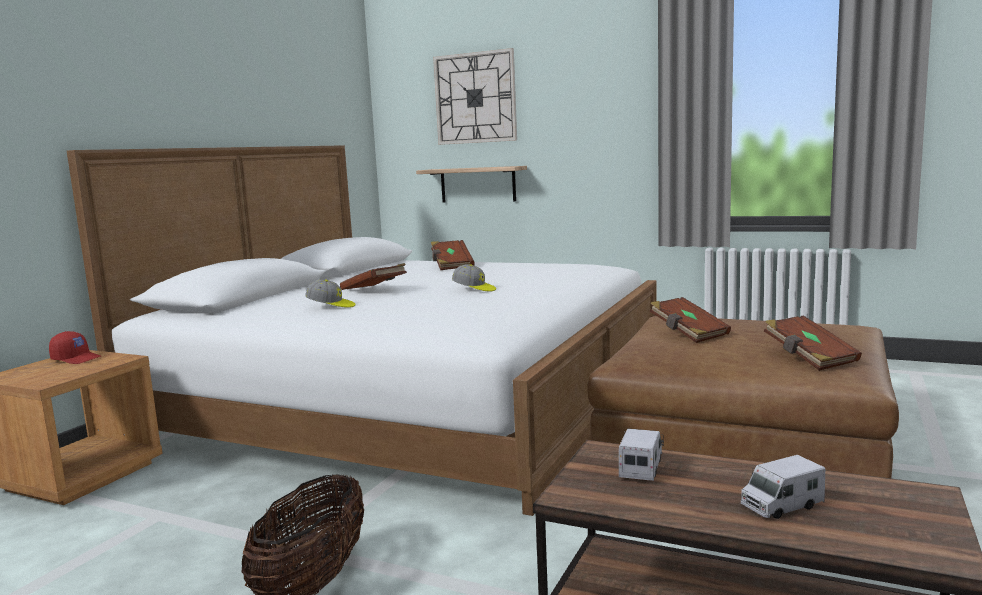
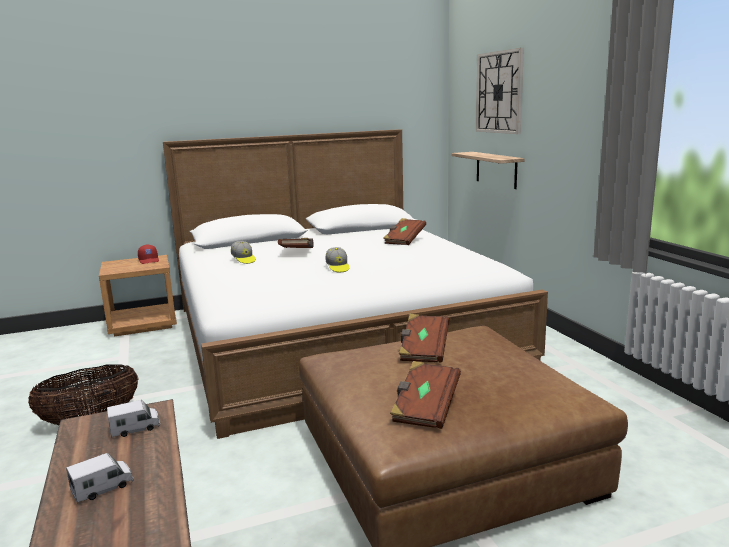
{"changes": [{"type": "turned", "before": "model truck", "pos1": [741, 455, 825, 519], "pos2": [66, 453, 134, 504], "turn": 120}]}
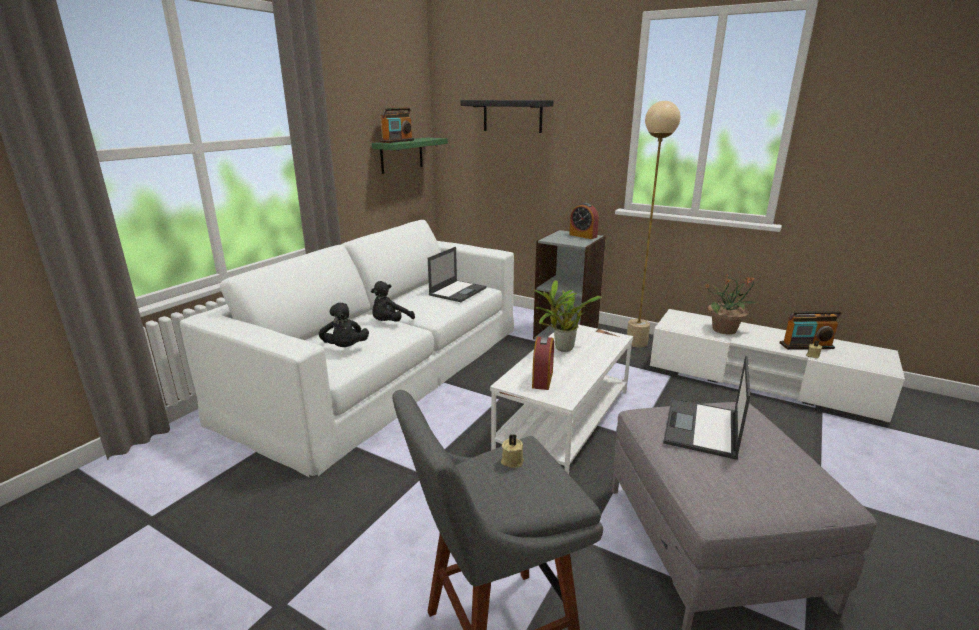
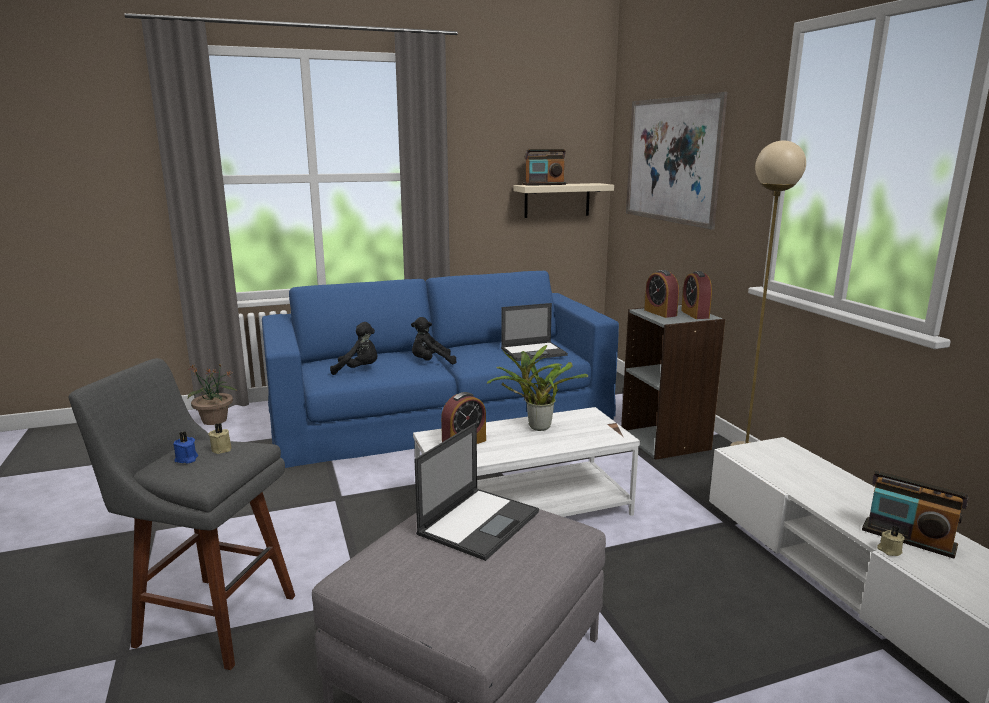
{"changes": [{"type": "added", "after": "wax candle (blue-coloured)", "pos2": [173, 432, 198, 464]}, {"type": "moved", "before": "plant in a pot", "pos1": [704, 275, 761, 334], "pos2": [188, 365, 237, 425]}, {"type": "recoloured", "before": "sofa (white-coloured)", "after": "sofa (blue-coloured)", "pos1": [180, 220, 514, 478], "pos2": [262, 271, 619, 468]}, {"type": "turned", "before": "cuddly toy (black)", "pos1": [319, 303, 369, 347], "pos2": [330, 322, 378, 375], "turn": -105}, {"type": "turned", "before": "portable computer", "pos1": [663, 356, 750, 460], "pos2": [414, 423, 539, 561], "turn": 150}, {"type": "recoloured", "before": "shelf (green-coloured)", "after": "shelf (beige)", "pos1": [372, 138, 448, 174], "pos2": [513, 183, 614, 218]}, {"type": "replaced", "before": "shelf (black)", "after": "wall art", "pos1": [461, 100, 553, 133], "pos2": [626, 92, 727, 230]}, {"type": "added", "after": "alarm clock", "pos2": [644, 270, 679, 318]}]}
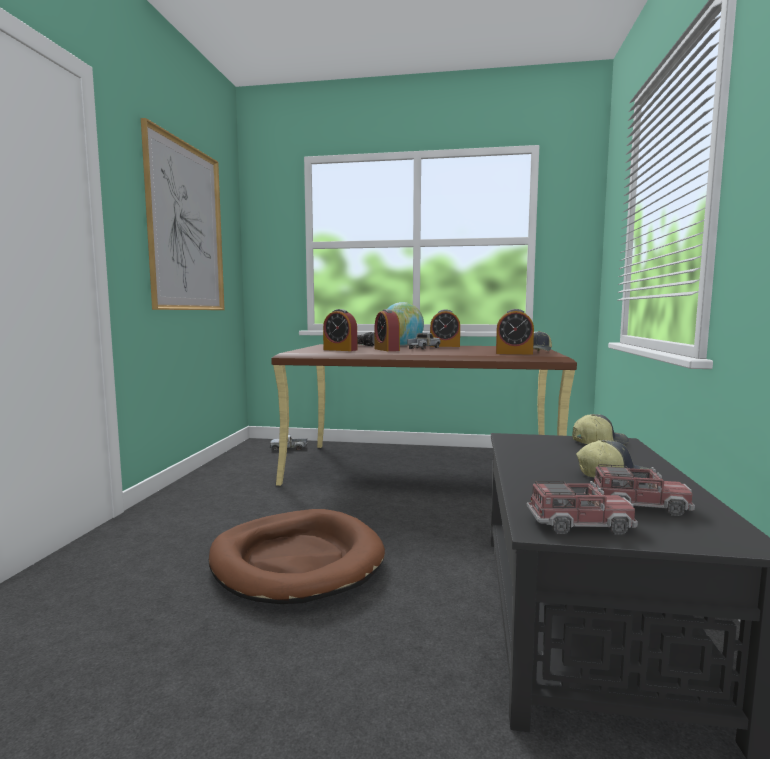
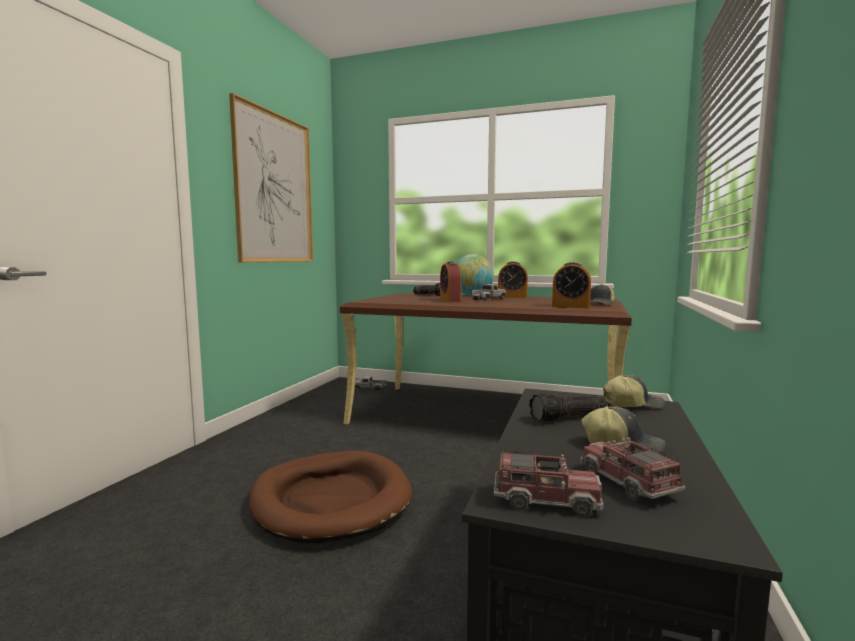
{"changes": [{"type": "added", "after": "torch", "pos2": [529, 393, 607, 422]}, {"type": "turned", "before": "model truck", "pos1": [592, 464, 695, 516], "pos2": [580, 438, 686, 501], "turn": -135}, {"type": "removed", "before": "alarm clock", "pos1": [323, 309, 357, 351]}]}
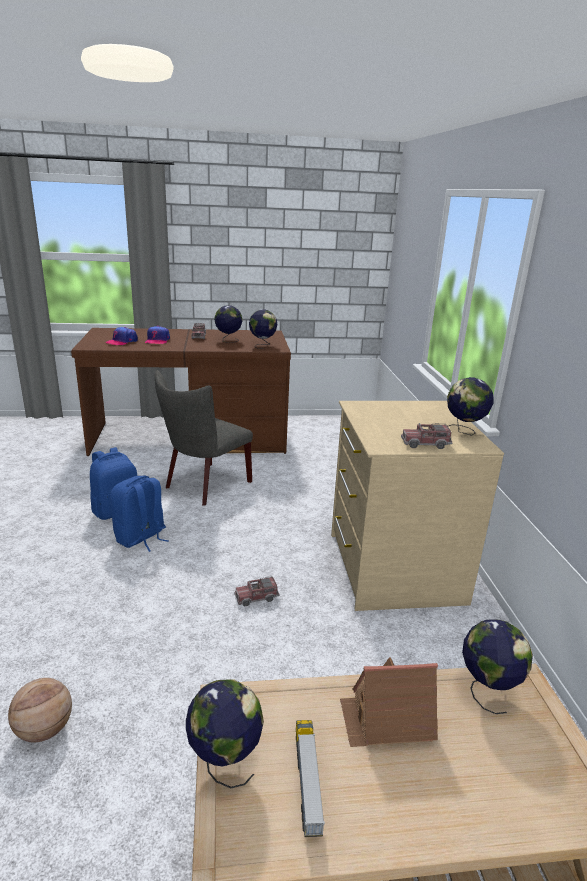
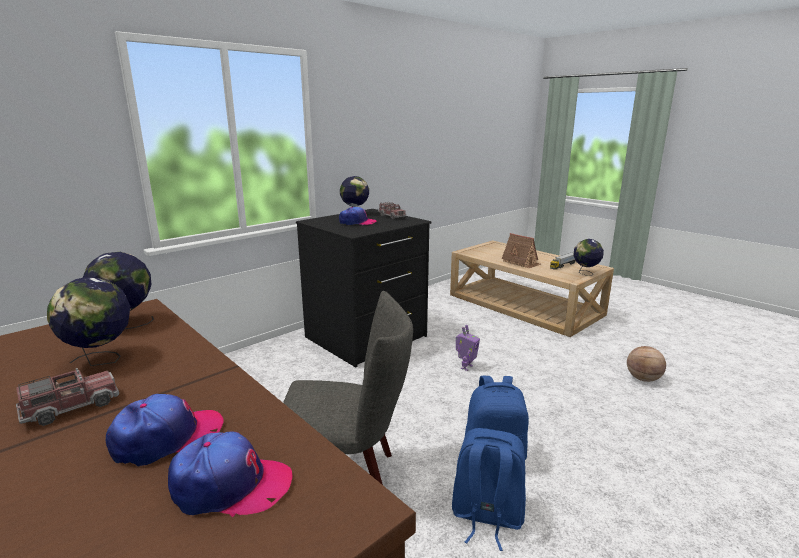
{"changes": [{"type": "recoloured", "before": "chest of drawers (beige)", "after": "chest of drawers (black)", "pos1": [331, 401, 504, 611], "pos2": [296, 209, 432, 367]}, {"type": "added", "after": "peaked cap", "pos2": [339, 207, 376, 225]}, {"type": "replaced", "before": "model truck", "after": "toy robot", "pos1": [234, 576, 280, 606], "pos2": [456, 325, 480, 371]}, {"type": "removed", "before": "globe", "pos1": [462, 619, 533, 714]}]}
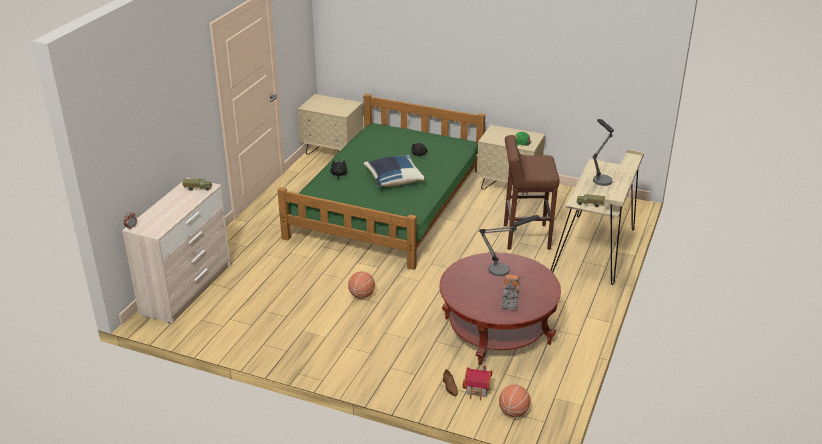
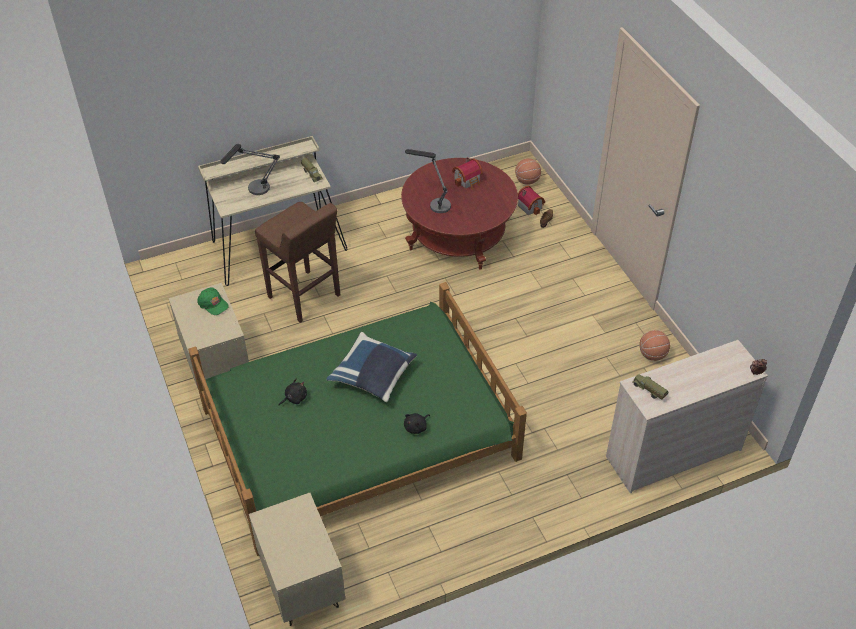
{"changes": [{"type": "replaced", "before": "model truck", "after": "model house", "pos1": [501, 275, 519, 310], "pos2": [452, 157, 483, 190]}, {"type": "moved", "before": "basketball", "pos1": [348, 271, 375, 299], "pos2": [639, 330, 670, 361]}]}
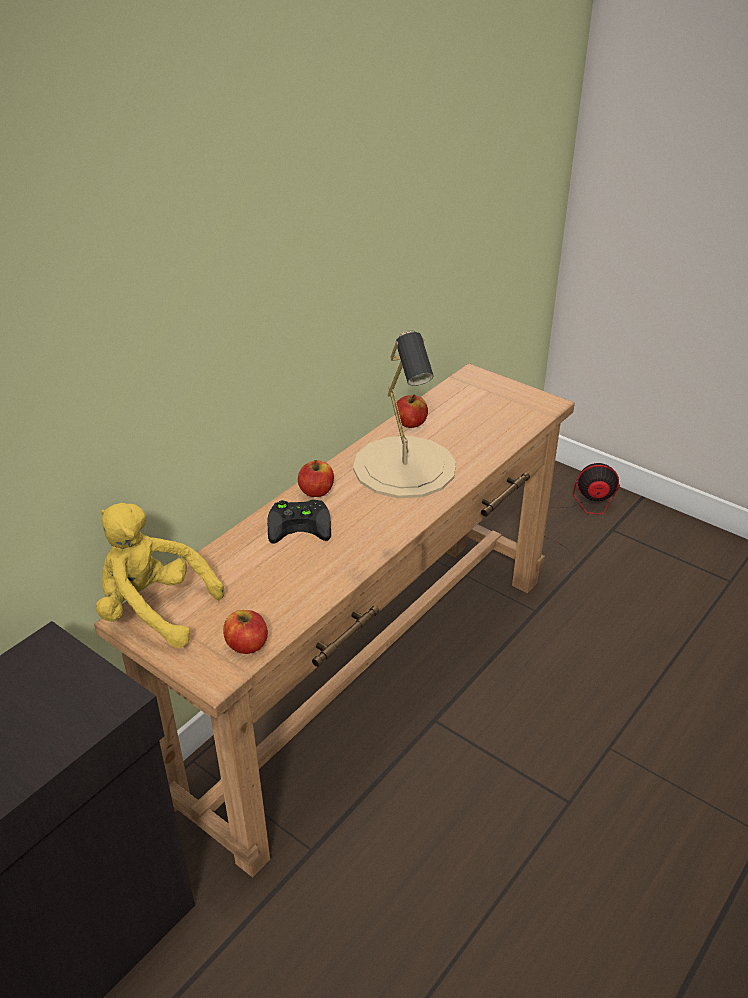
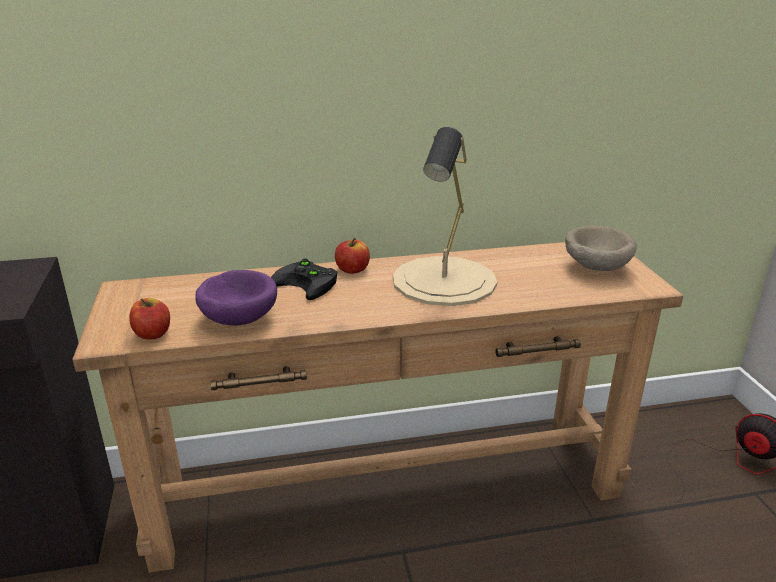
{"changes": [{"type": "added", "after": "serving bowl (purplish)", "pos2": [195, 270, 277, 326]}, {"type": "added", "after": "serving bowl (beige)", "pos2": [565, 226, 637, 271]}, {"type": "removed", "before": "cuddly toy (yellow-coloured)", "pos1": [96, 503, 224, 648]}, {"type": "removed", "before": "whole apple", "pos1": [395, 394, 428, 428]}]}
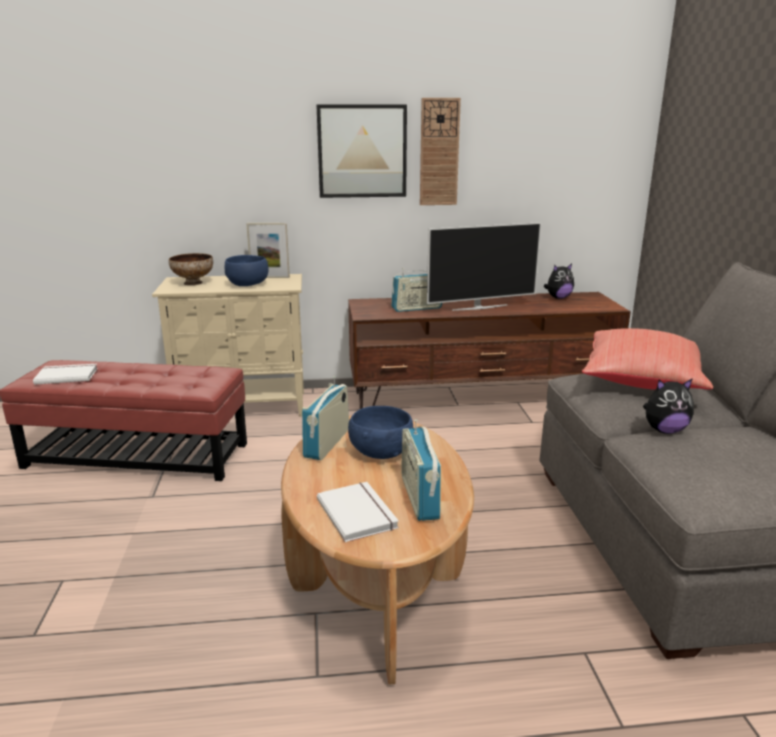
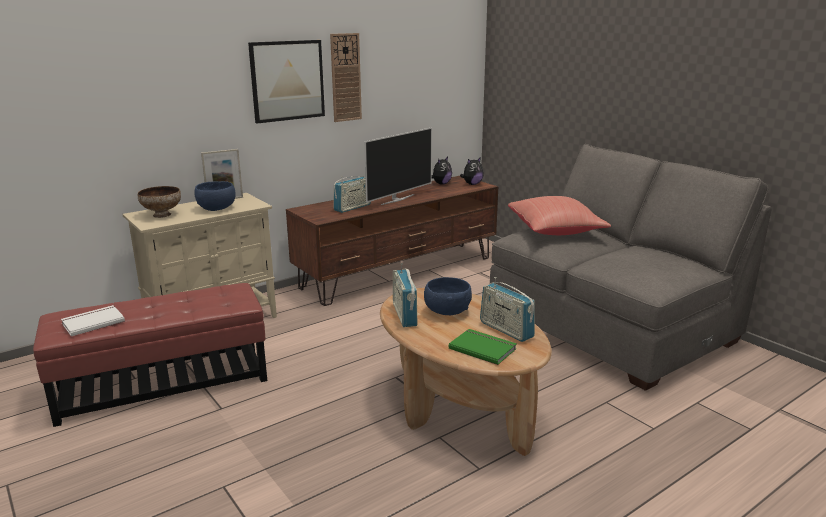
{"changes": [{"type": "recoloured", "before": "book (white-coloured)", "after": "book (green-coloured)", "pos1": [317, 482, 399, 542], "pos2": [449, 329, 517, 365]}, {"type": "moved", "before": "cuddly toy", "pos1": [643, 378, 694, 434], "pos2": [460, 157, 484, 185]}]}
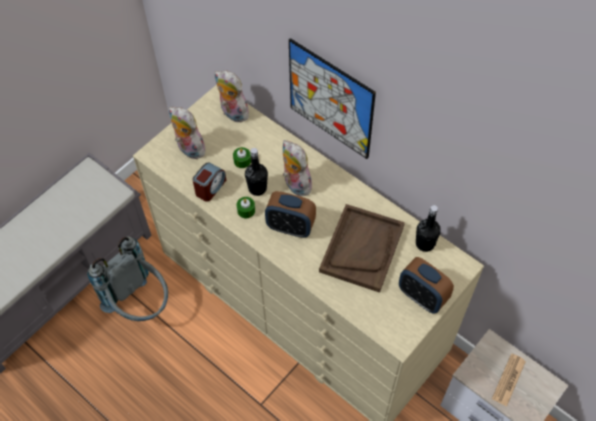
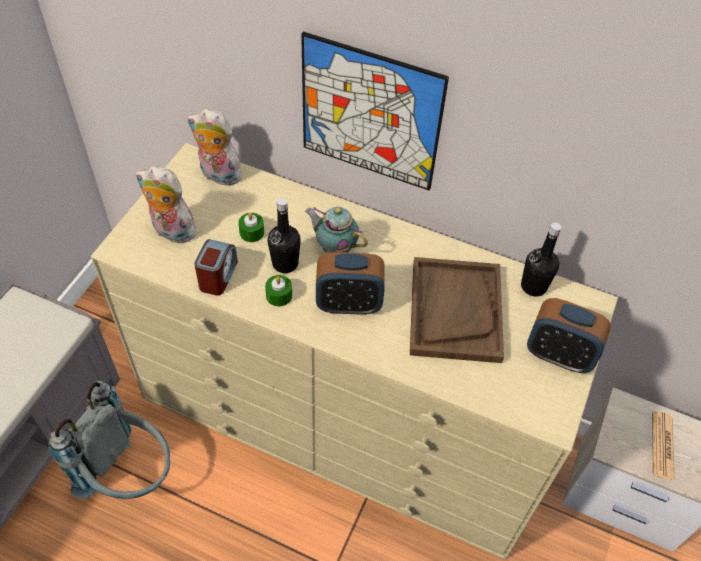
{"changes": [{"type": "replaced", "before": "cuddly toy", "after": "tea pot", "pos1": [283, 140, 315, 197], "pos2": [305, 207, 368, 253]}]}
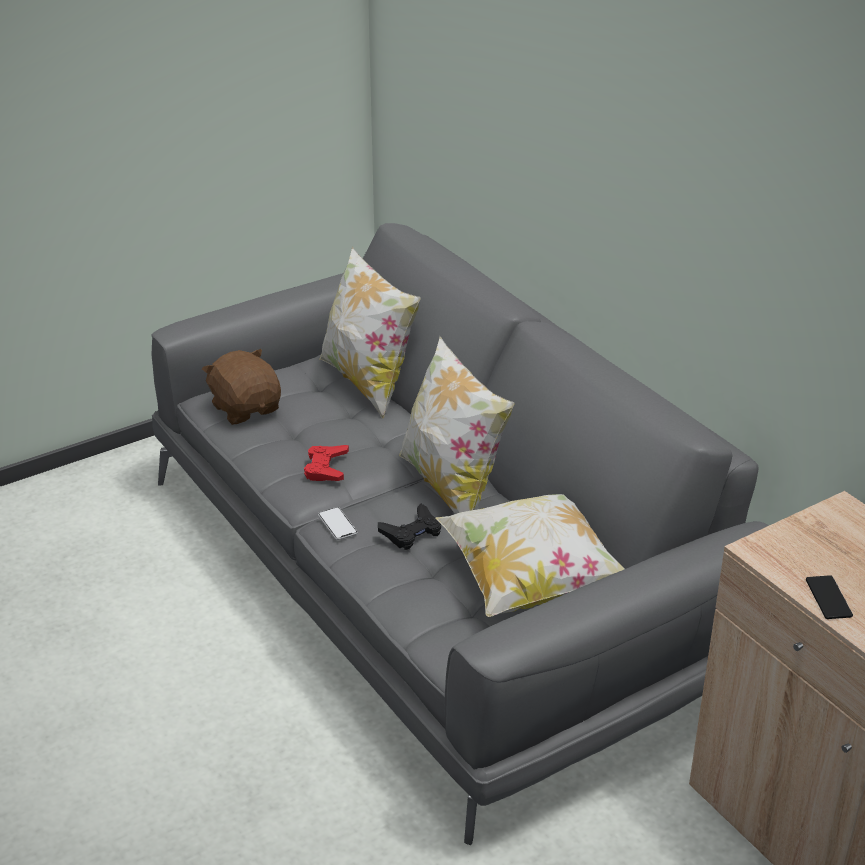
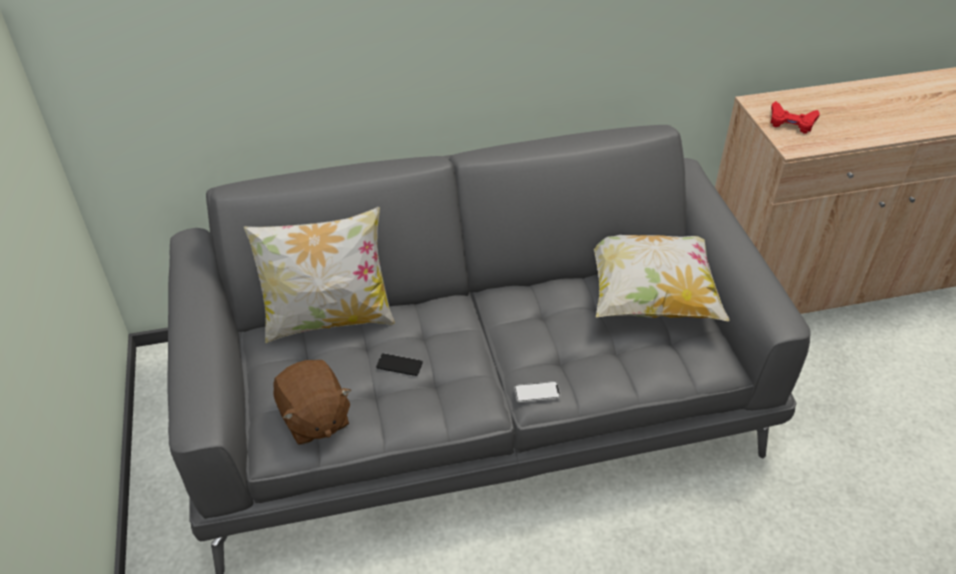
{"changes": [{"type": "turned", "before": "cuddly toy (brown)", "pos1": [202, 349, 281, 425], "pos2": [273, 360, 352, 445], "turn": -105}, {"type": "moved", "before": "telephone", "pos1": [806, 575, 853, 619], "pos2": [376, 353, 423, 376]}, {"type": "moved", "before": "joypad (red)", "pos1": [304, 445, 349, 481], "pos2": [770, 101, 820, 133]}, {"type": "removed", "before": "joypad (black)", "pos1": [378, 504, 441, 550]}, {"type": "removed", "before": "throw pillow", "pos1": [399, 336, 514, 514]}]}
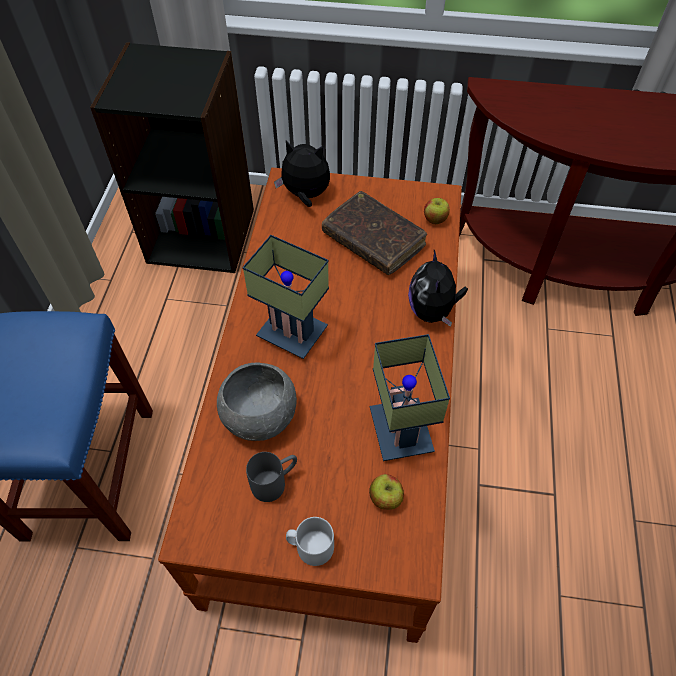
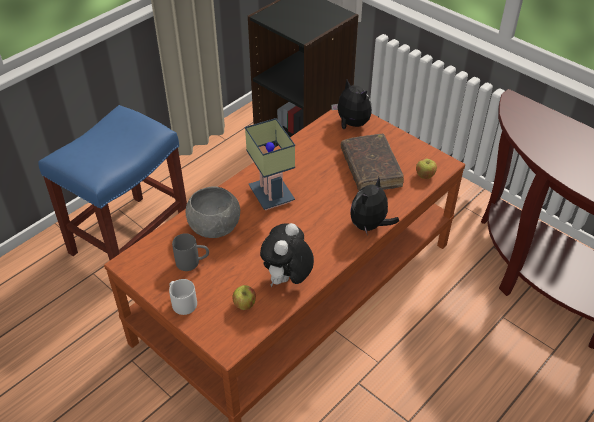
{"changes": [{"type": "replaced", "before": "tabletop lamp", "after": "cuddly toy", "pos1": [370, 334, 450, 461], "pos2": [260, 223, 314, 287]}]}
